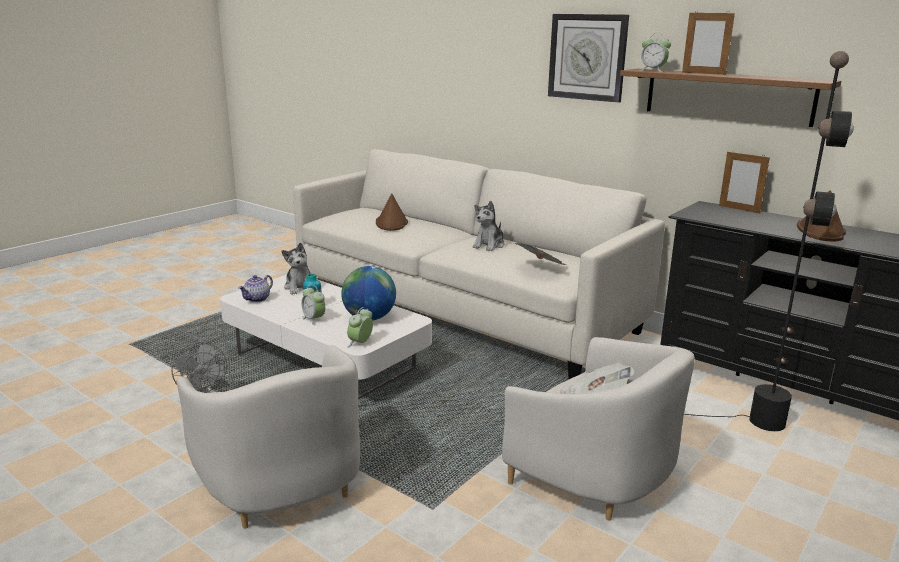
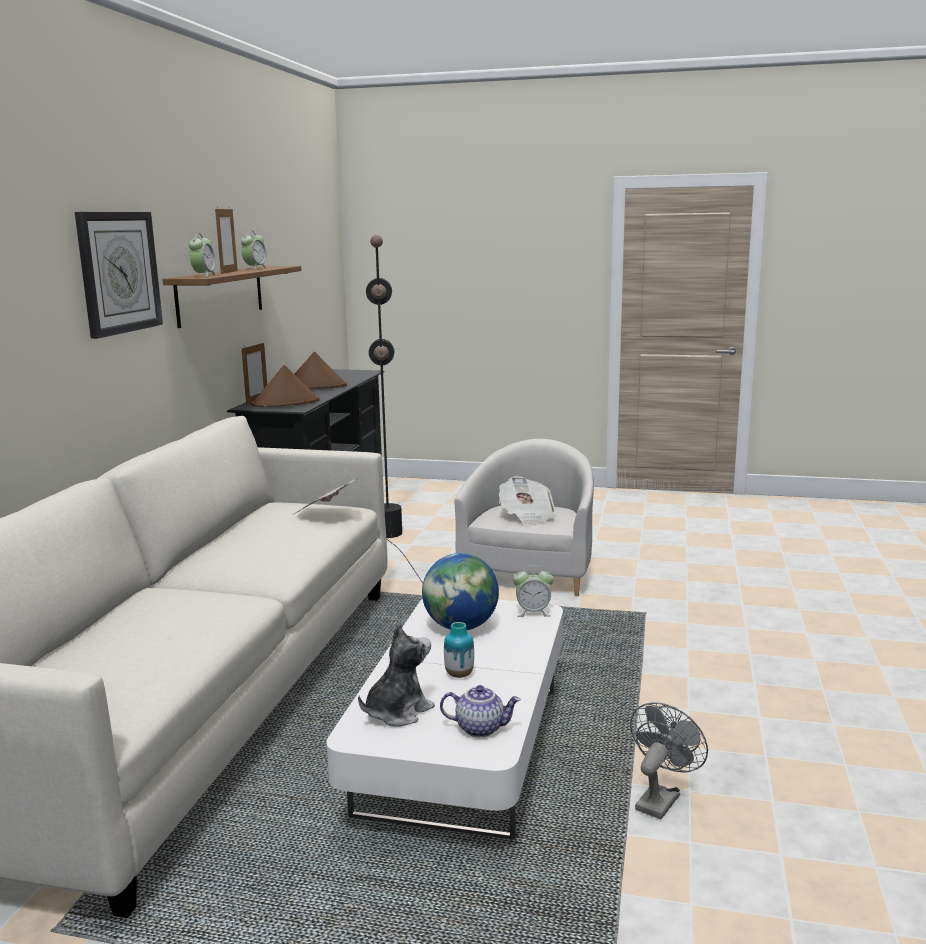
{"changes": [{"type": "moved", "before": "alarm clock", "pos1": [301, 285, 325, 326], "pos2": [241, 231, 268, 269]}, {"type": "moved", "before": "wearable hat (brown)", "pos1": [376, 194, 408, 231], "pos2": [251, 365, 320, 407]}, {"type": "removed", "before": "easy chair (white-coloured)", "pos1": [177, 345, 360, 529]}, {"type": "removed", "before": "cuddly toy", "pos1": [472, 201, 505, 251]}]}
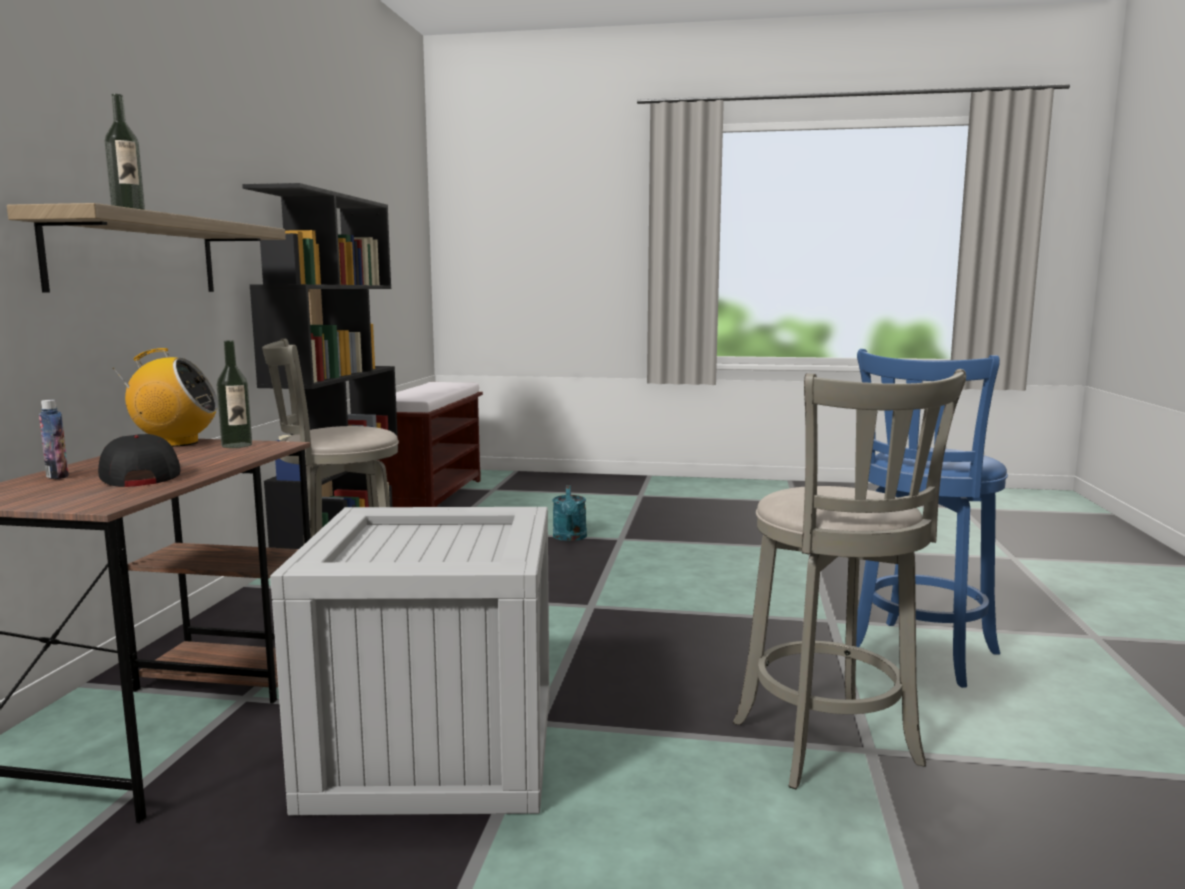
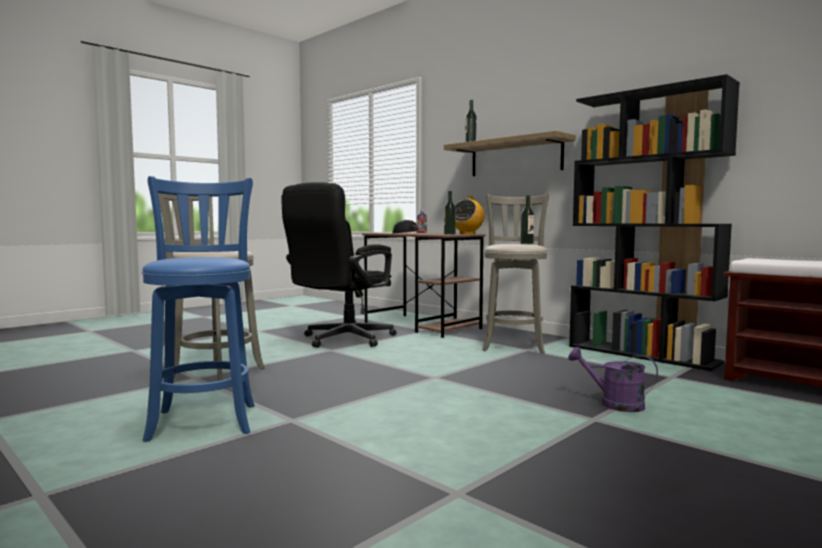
{"changes": [{"type": "replaced", "before": "shipping crate", "after": "desk chair (black)", "pos1": [270, 507, 550, 816], "pos2": [281, 182, 397, 348]}, {"type": "added", "after": "bottle", "pos2": [520, 195, 534, 244]}, {"type": "recoloured", "before": "sprinkling can (turquoise-coloured)", "after": "sprinkling can (purplish)", "pos1": [553, 485, 587, 541], "pos2": [568, 347, 658, 412]}]}
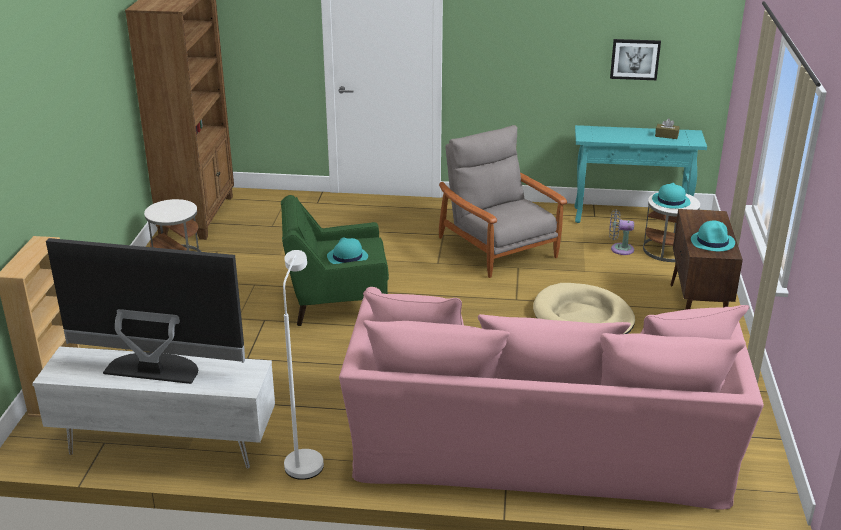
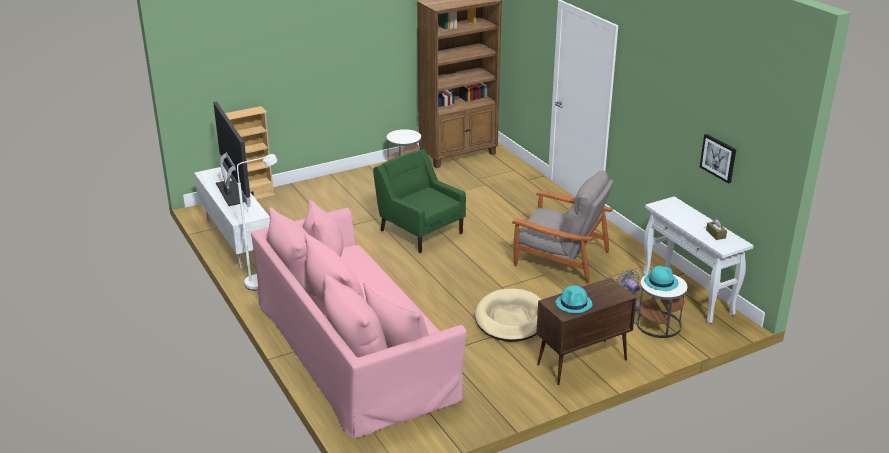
{"changes": [{"type": "turned", "before": "easy chair (grey)", "pos1": [439, 125, 567, 278], "pos2": [512, 171, 614, 284], "turn": 90}, {"type": "recoloured", "before": "hall table (turquoise-coloured)", "after": "hall table (white-coloured)", "pos1": [575, 125, 707, 223], "pos2": [642, 196, 754, 324]}, {"type": "removed", "before": "wearable hat (turquoise-coloured)", "pos1": [327, 238, 368, 264]}]}
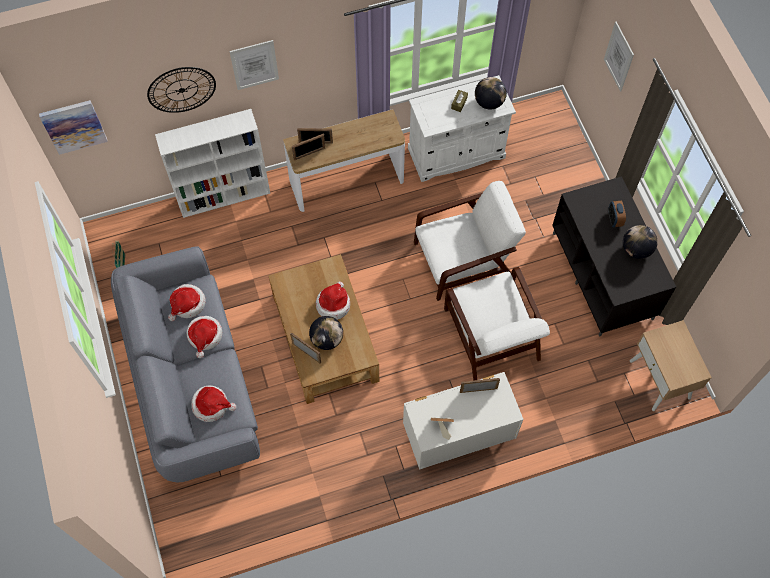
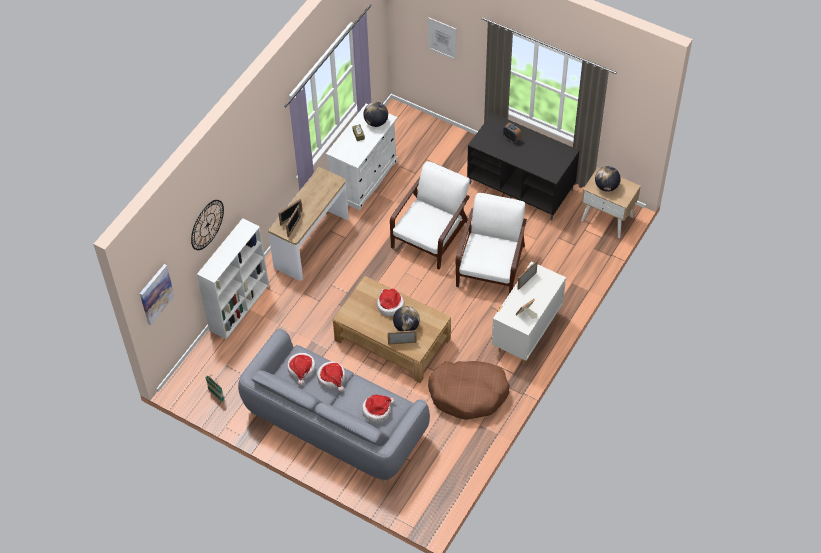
{"changes": [{"type": "added", "after": "dog cushion (brown)", "pos2": [428, 361, 510, 420]}, {"type": "turned", "before": "easy chair (white-coloured)", "pos1": [444, 267, 550, 381], "pos2": [456, 193, 527, 294], "turn": -105}, {"type": "moved", "before": "globe", "pos1": [623, 225, 658, 259], "pos2": [595, 166, 621, 192]}, {"type": "removed", "before": "wall art", "pos1": [229, 40, 279, 90]}]}
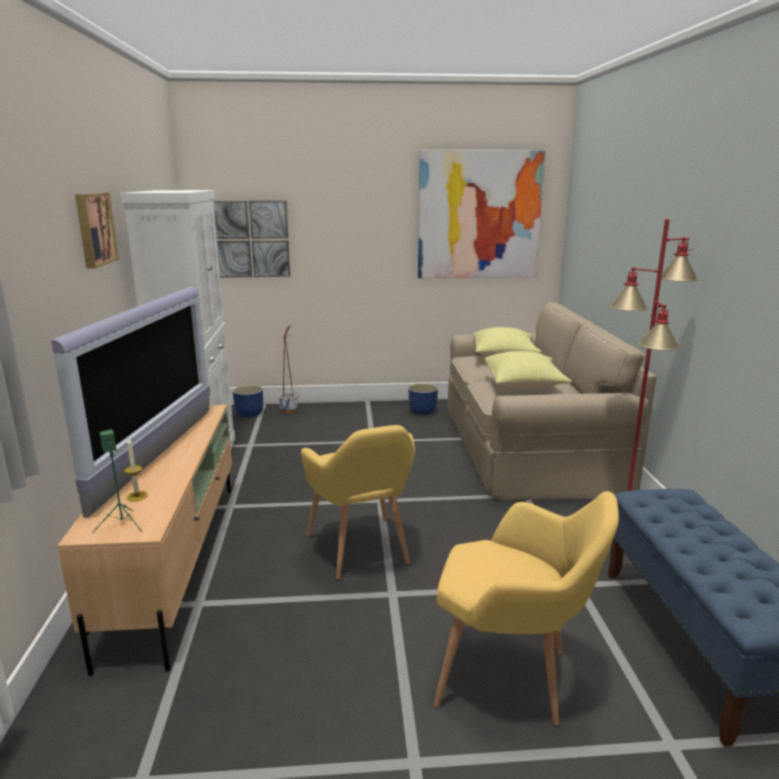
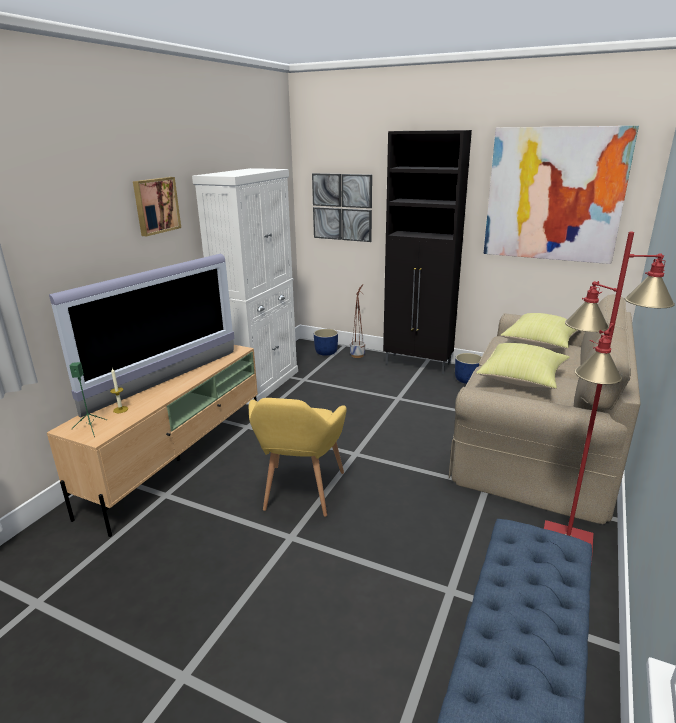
{"changes": [{"type": "added", "after": "cabinet (black)", "pos2": [383, 130, 472, 374]}, {"type": "removed", "before": "easy chair (yellow-coloured)", "pos1": [434, 491, 619, 725]}]}
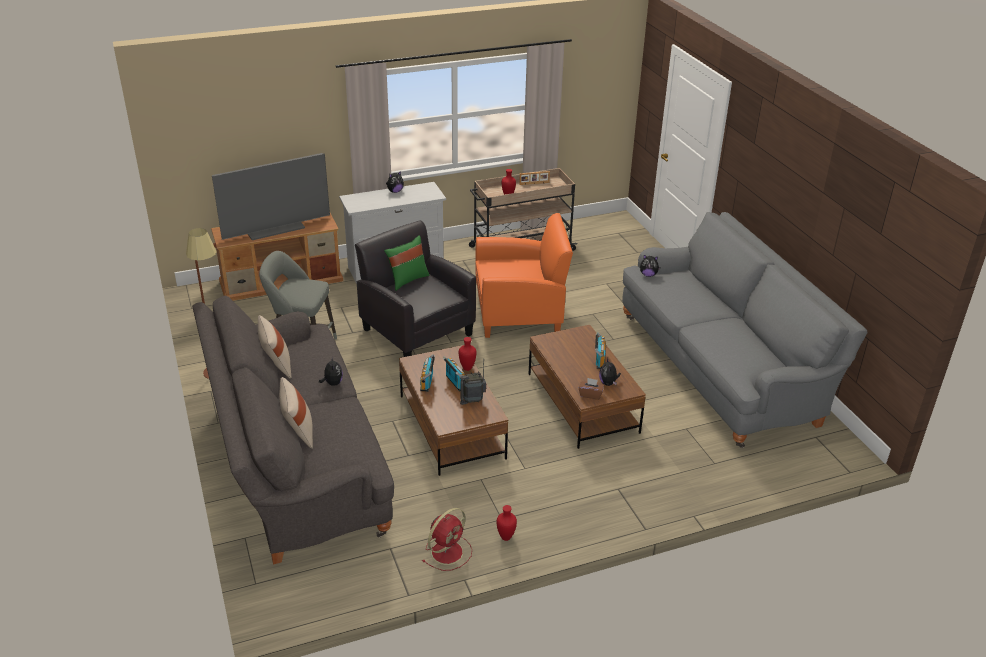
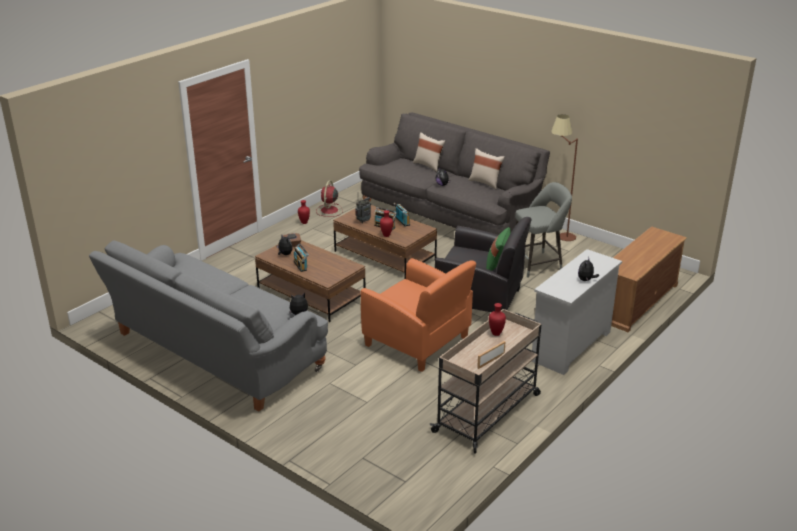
{"changes": [{"type": "turned", "before": "easy chair (orange-coloured)", "pos1": [475, 213, 573, 338], "pos2": [361, 258, 476, 372], "turn": -105}, {"type": "removed", "before": "TV", "pos1": [212, 153, 330, 240]}]}
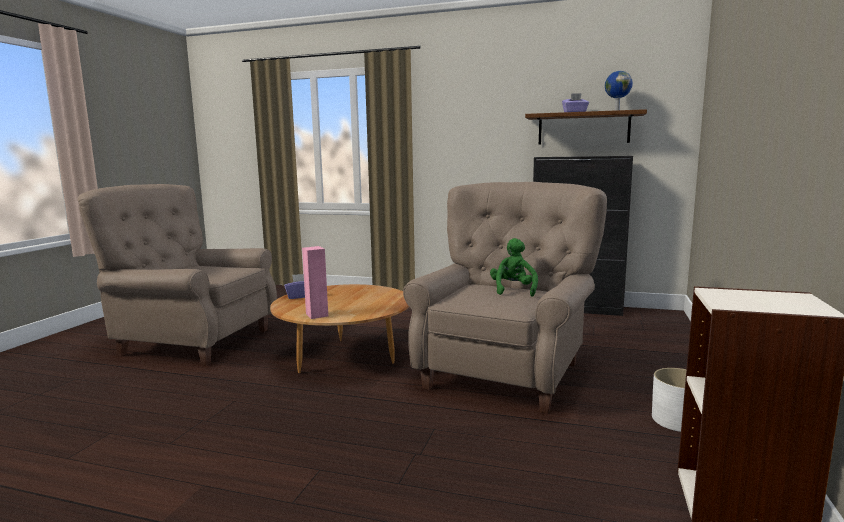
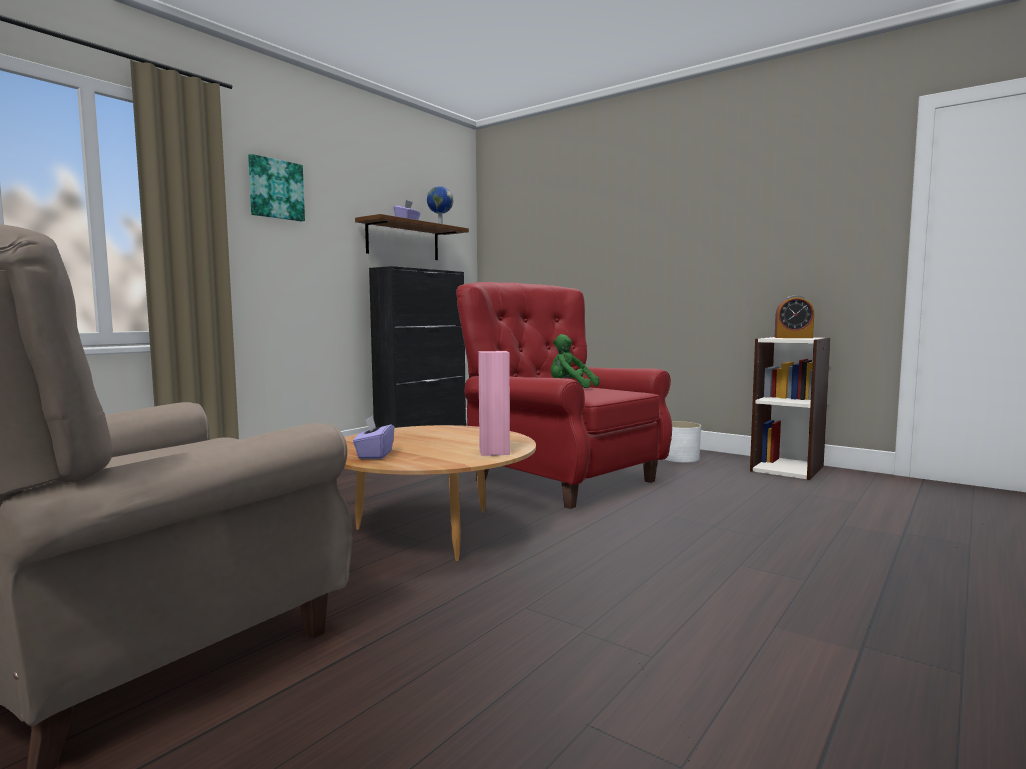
{"changes": [{"type": "added", "after": "wall art", "pos2": [248, 154, 305, 222]}, {"type": "recoloured", "before": "easy chair (beige)", "after": "easy chair (red)", "pos1": [403, 182, 607, 414], "pos2": [456, 282, 672, 509]}, {"type": "added", "after": "alarm clock", "pos2": [775, 295, 814, 338]}]}
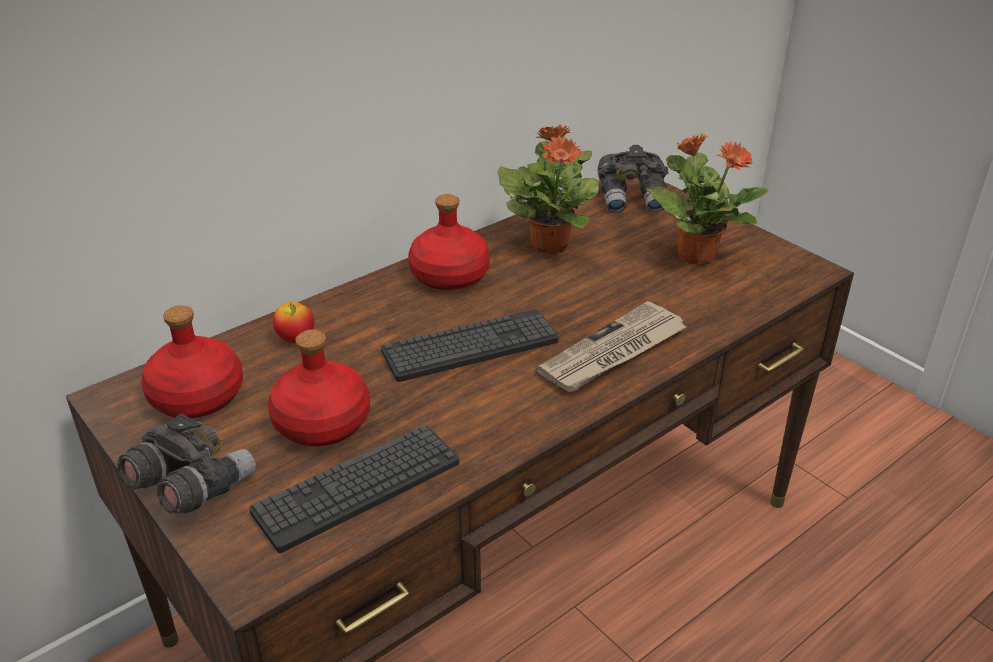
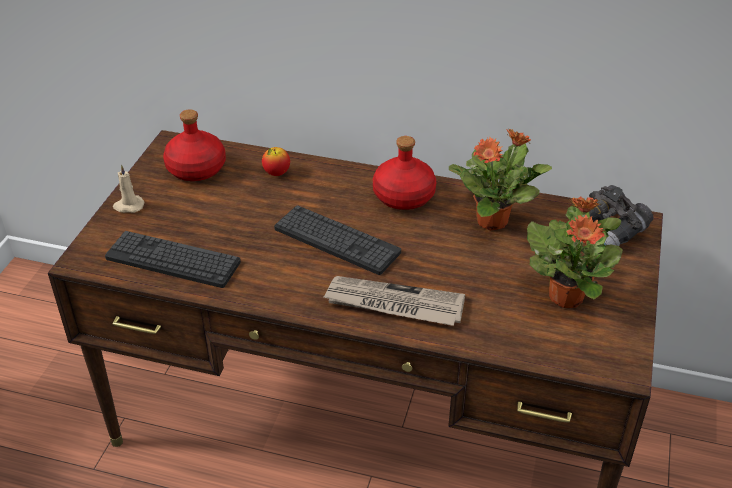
{"changes": [{"type": "replaced", "before": "field glasses (grey)", "after": "wax candle (beige)", "pos1": [117, 414, 256, 515], "pos2": [113, 165, 145, 213]}, {"type": "removed", "before": "bottle (red)", "pos1": [268, 330, 370, 446]}]}
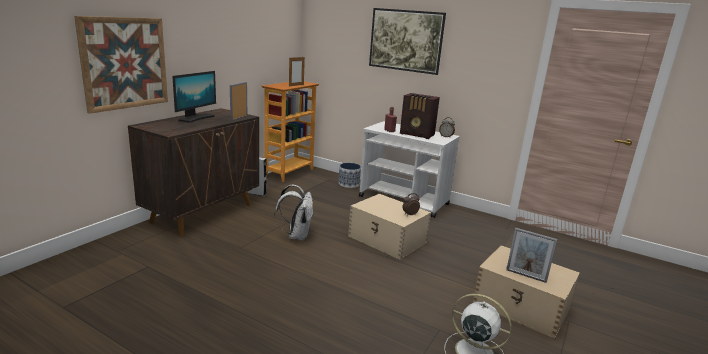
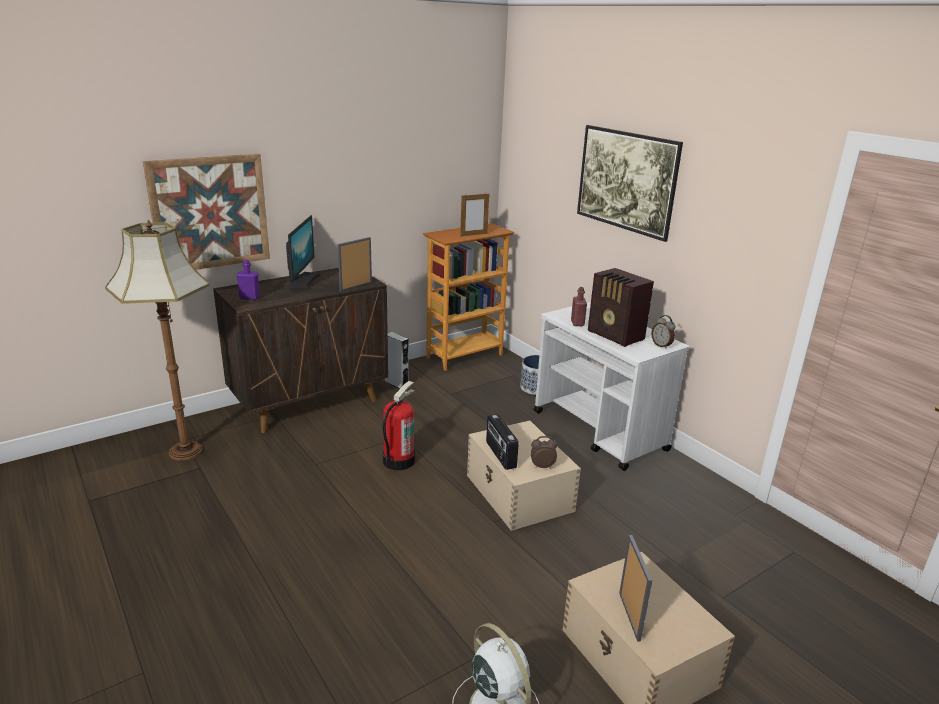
{"changes": [{"type": "added", "after": "standing lamp", "pos2": [105, 220, 210, 461]}, {"type": "added", "after": "bottle (purplish)", "pos2": [236, 260, 260, 300]}, {"type": "turned", "before": "computer screen", "pos1": [172, 71, 216, 123], "pos2": [286, 215, 320, 291], "turn": -45}, {"type": "replaced", "before": "rucksack (white-coloured)", "after": "fire-fighting cylinder", "pos1": [274, 185, 313, 241], "pos2": [383, 381, 415, 470]}, {"type": "added", "after": "radio", "pos2": [486, 414, 519, 470]}, {"type": "turned", "before": "picture frame", "pos1": [506, 228, 557, 283], "pos2": [619, 535, 652, 642], "turn": -150}]}
